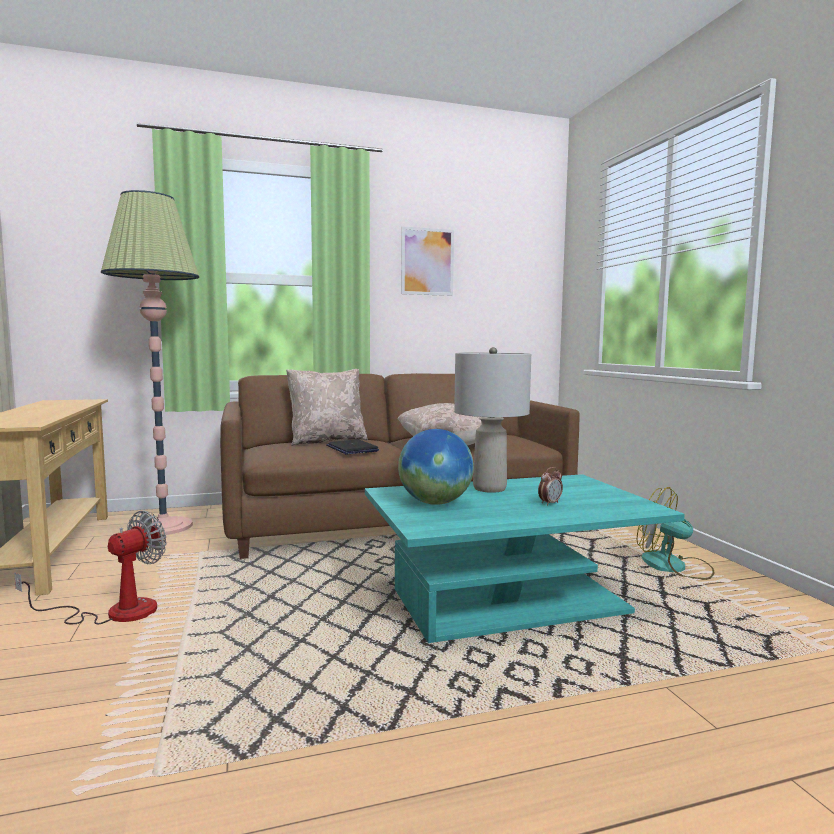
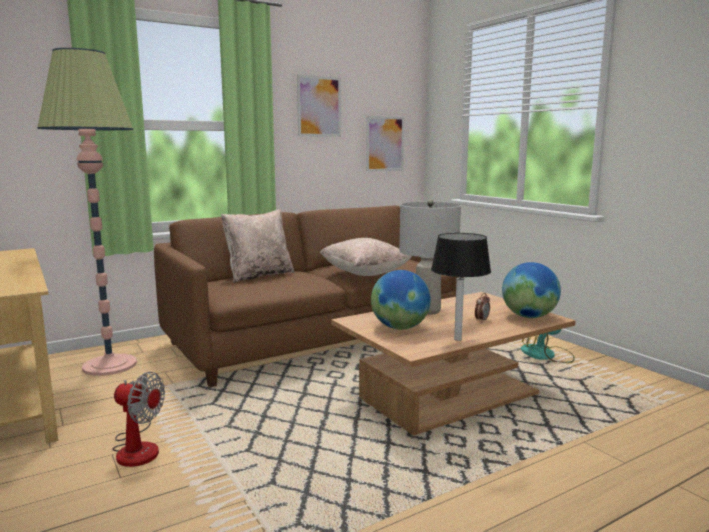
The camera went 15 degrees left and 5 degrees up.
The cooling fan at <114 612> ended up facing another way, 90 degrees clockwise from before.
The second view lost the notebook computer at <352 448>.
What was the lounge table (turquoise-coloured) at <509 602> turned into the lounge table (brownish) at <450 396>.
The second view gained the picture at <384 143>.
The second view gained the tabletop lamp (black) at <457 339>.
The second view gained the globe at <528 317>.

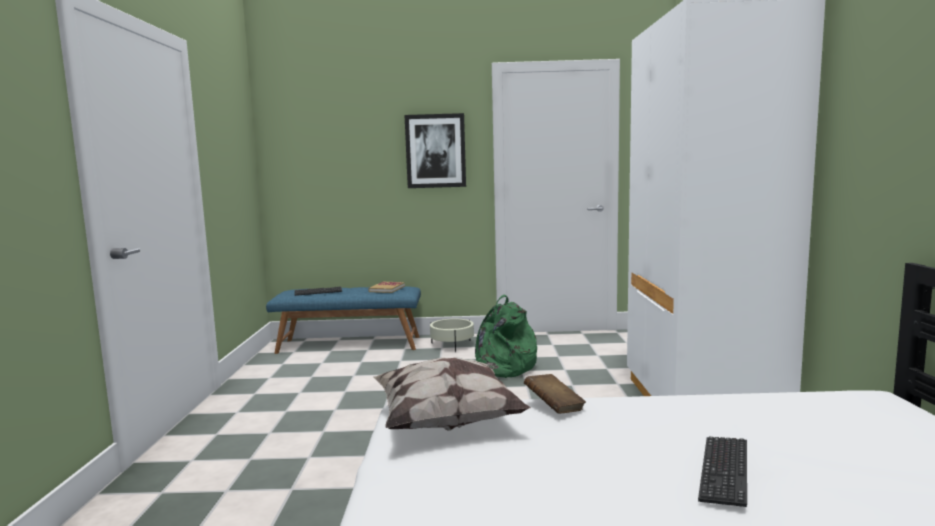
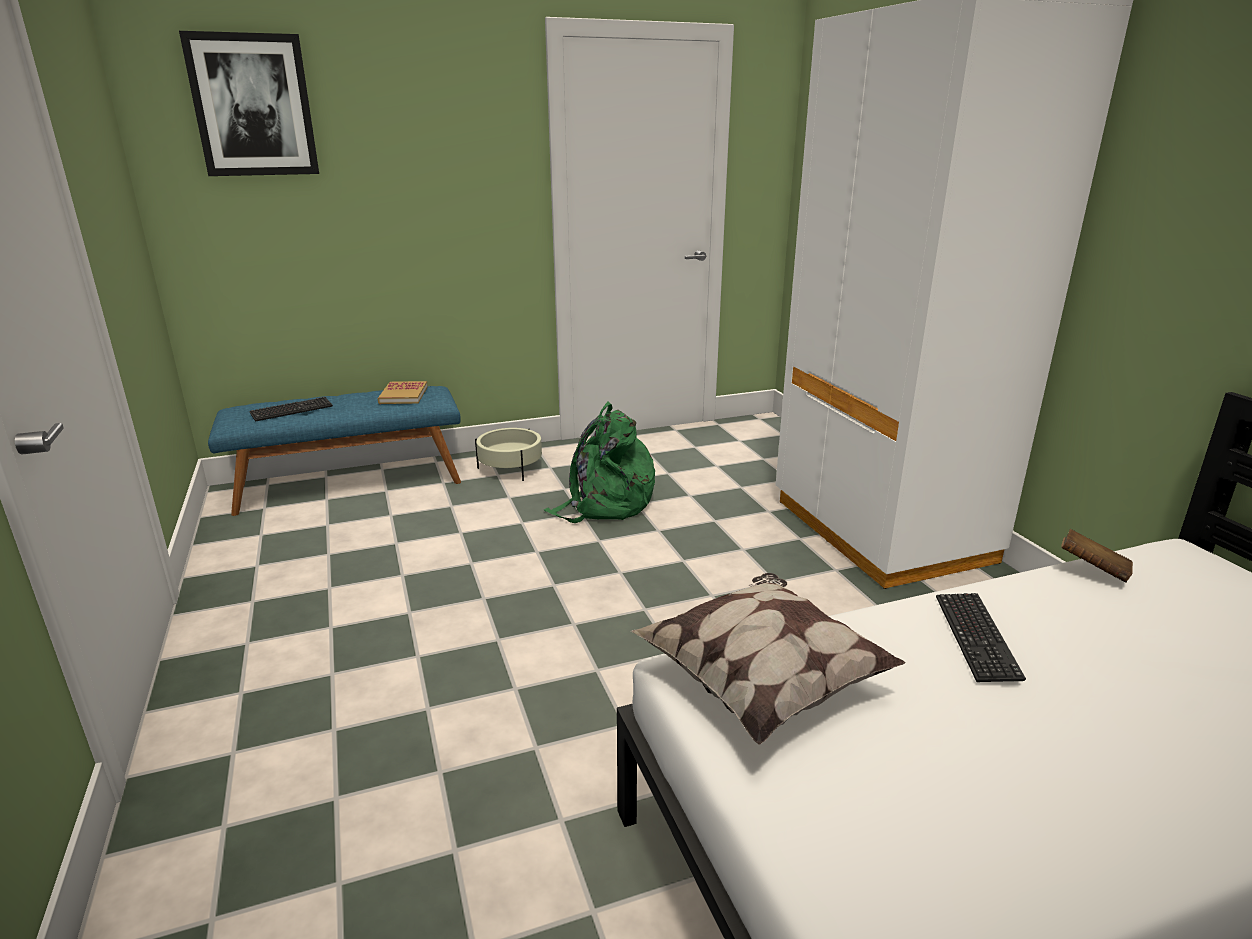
The camera went 20 degrees left and 15 degrees up.
The picture ended up elsewhere, having gone from <435 151> to <253 106>.
The volume (brownish) ended up elsewhere, having gone from <554 407> to <1092 570>.
The PC keyboard ended up elsewhere, having gone from <724 471> to <976 638>.

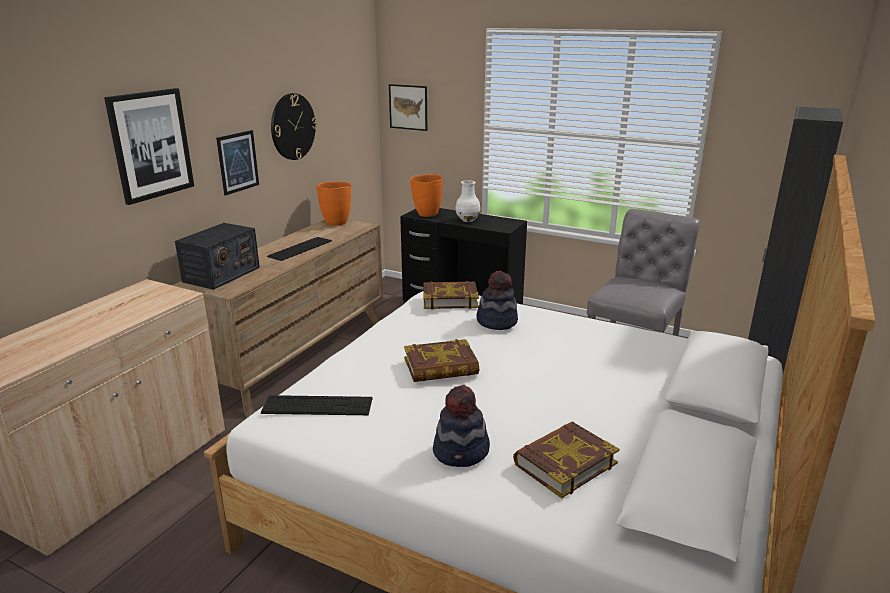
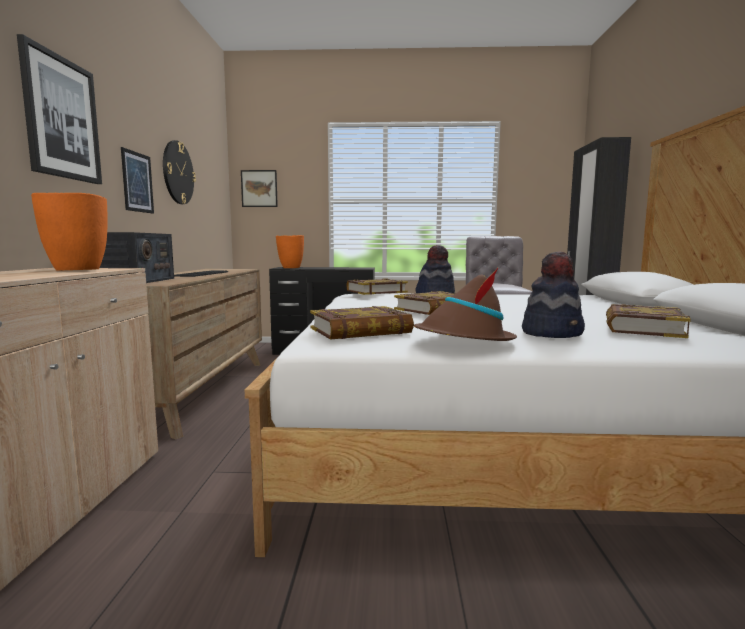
The camera went 25 degrees left and 15 degrees down.
Where the PC keyboard stood at <317 406>, the volume came to stand at <360 331>.
The vase (orangey) ended up elsewhere, having gone from <336 223> to <77 270>.
The second view lost the vase (whitish) at <467 220>.
The second view gained the hat (brownish) at <464 340>.

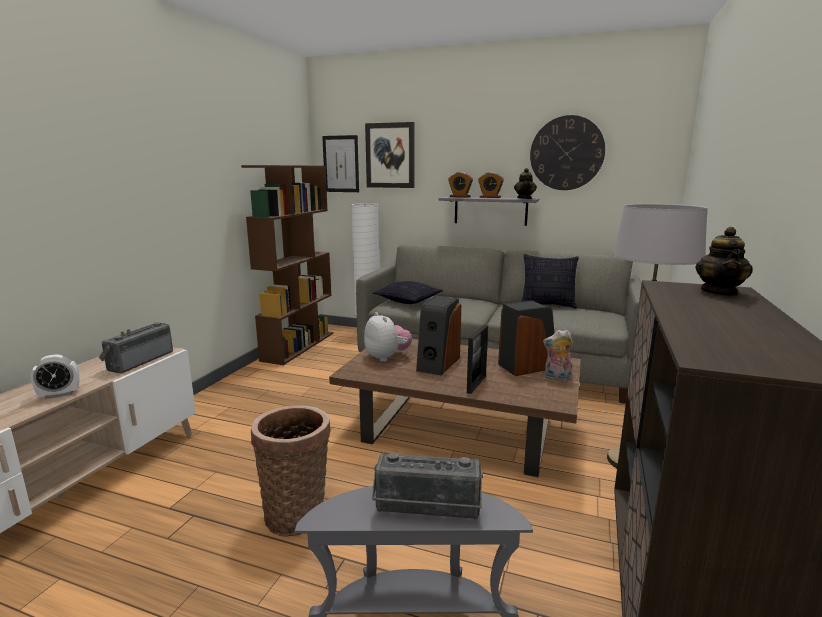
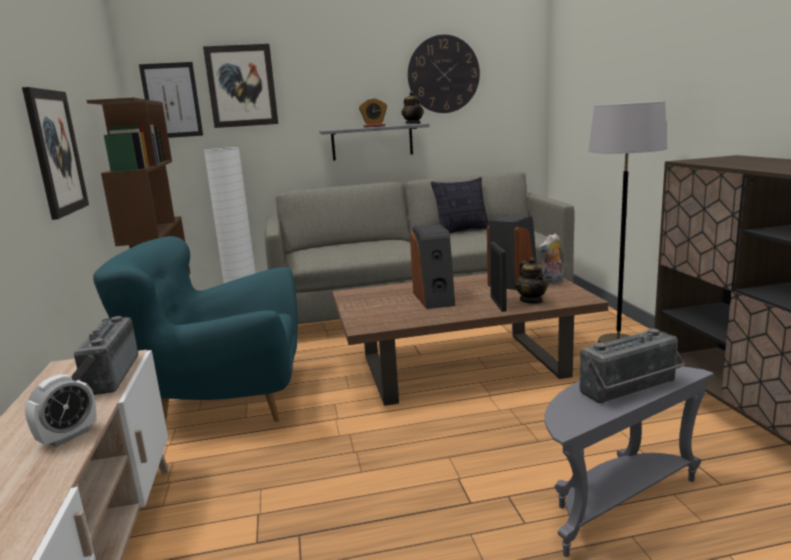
The camera went 30 degrees left and 0 degrees up.
The second view lost the household basket at <297 513>.
The second view lost the soft toy at <387 357>.
The second view lost the cushion at <408 301>.
The second view lost the alarm clock at <460 197>.
The teapot ended up elsewhere, having gone from <719 292> to <531 300>.
The second view gained the picture at <56 152>.
The second view gained the lounge chair (turquoise-coloured) at <224 404>.

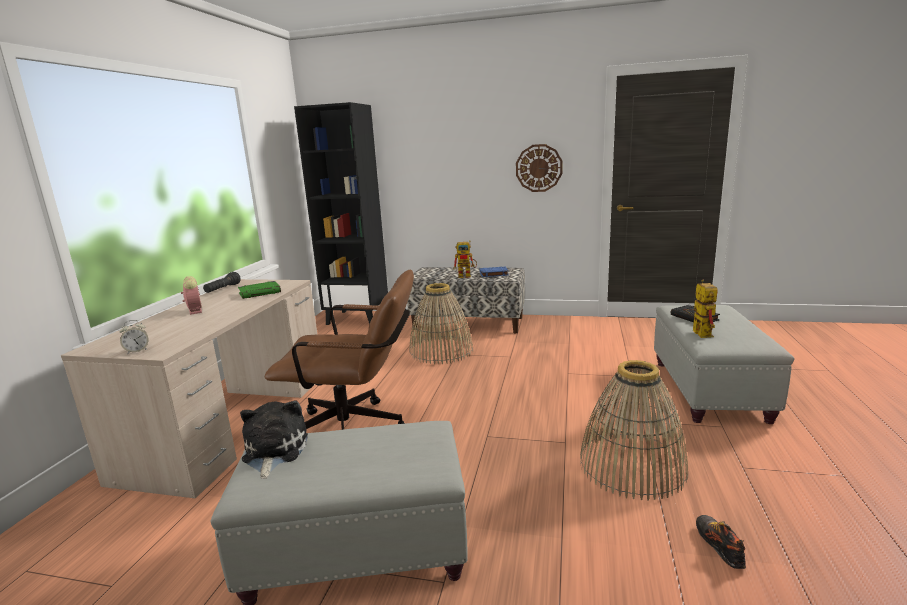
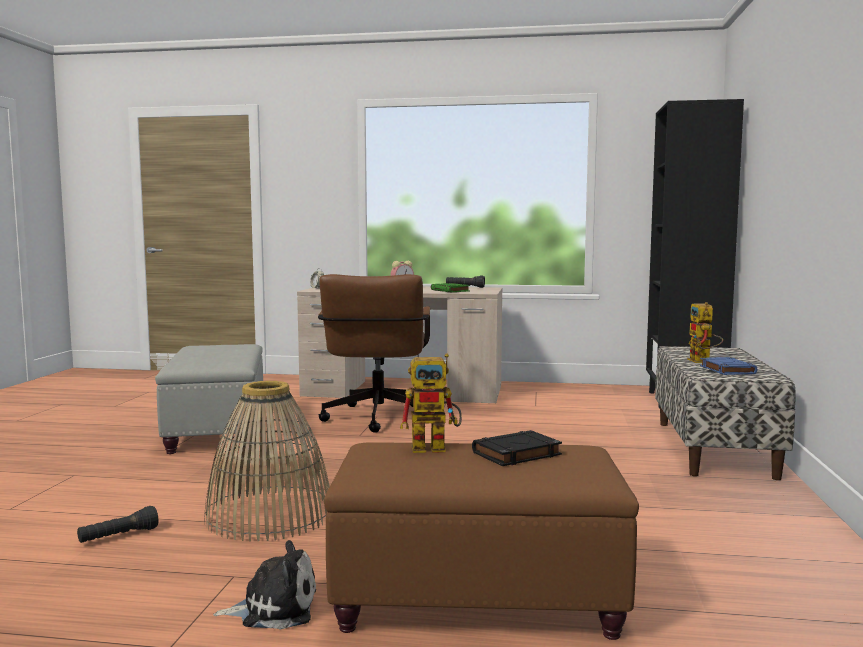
The camera went 85 degrees right and 10 degrees down.
The soft toy ended up elsewhere, having gone from <273 451> to <274 608>.
The second view lost the household basket at <441 351>.
The second view lost the clock on the wall at <539 168>.
What was the footrest (gray) at <708 389> turned into the footrest (brownish) at <479 598>.
Where the item of footwear stood at <720 546>, the flashlight (black) came to stand at <118 536>.

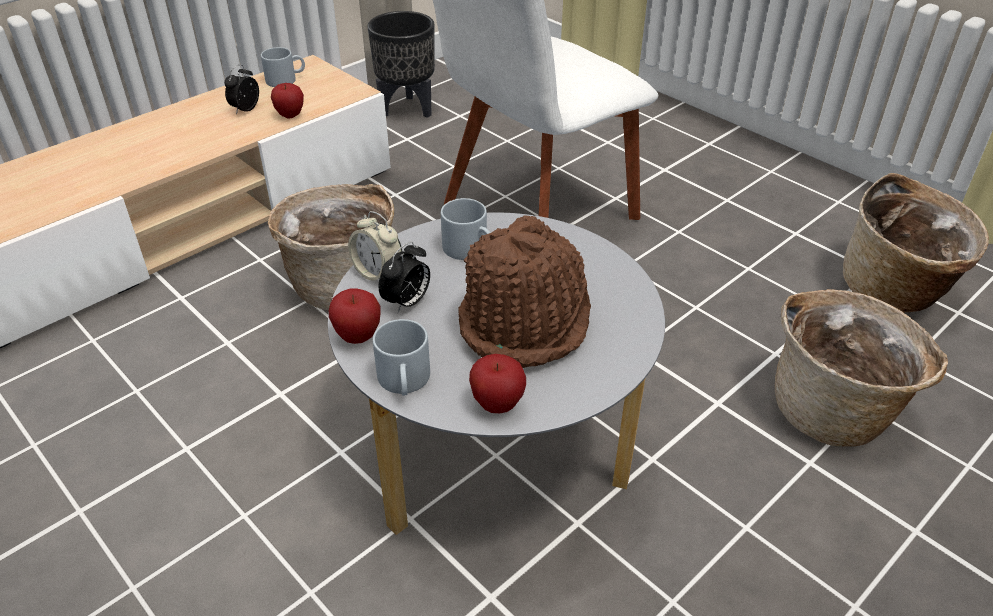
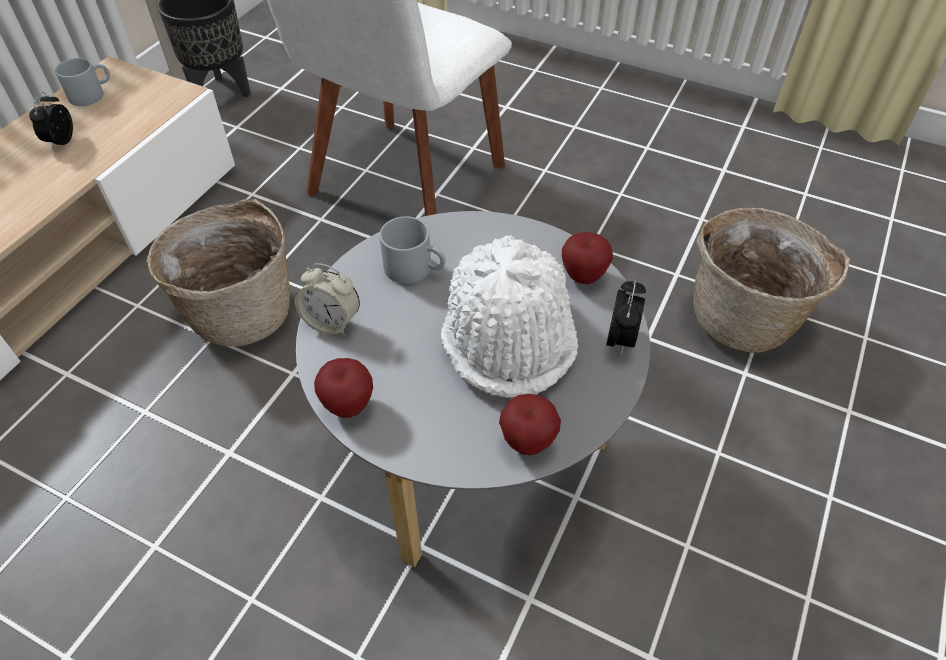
The camera went 20 degrees left and 10 degrees up.
The whole apple ended up elsewhere, having gone from <290 115> to <583 276>.
The second view lost the mug (gray) at <405 382>.
The alarm clock ended up elsewhere, having gone from <407 303> to <621 340>.
What was the hat (brownish) at <526 320> turned into the hat (whitish) at <509 337>.
The second view lost the household basket at <895 291>.

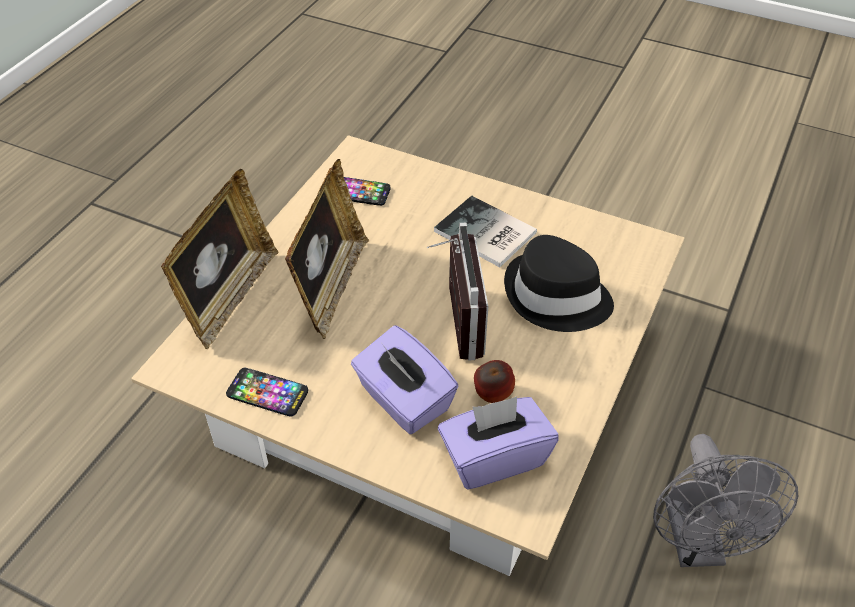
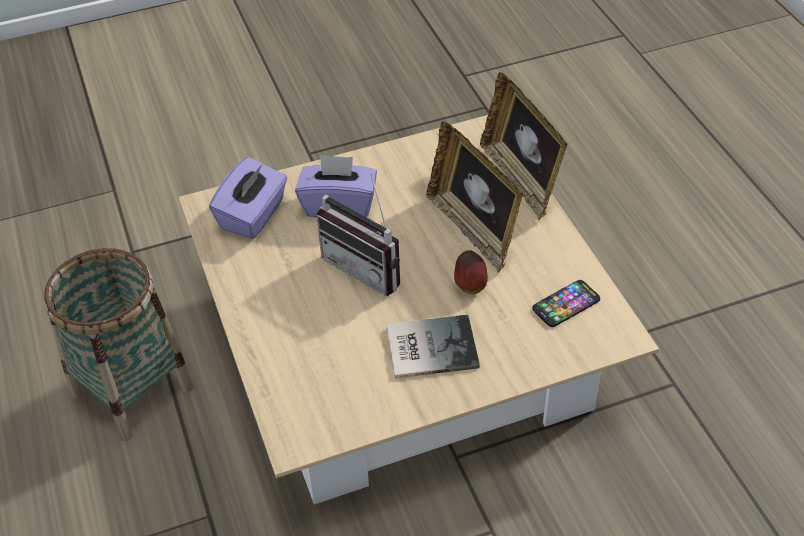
The camera went 135 degrees right and 0 degrees up.
The second view lost the phone at <267 393>.
The whole apple ended up elsewhere, having gone from <492 396> to <470 286>.
The second view lost the hat (black) at <556 297>.
Where the cooling fan (gray) stood at <698 545>, the household basket came to stand at <132 390>.

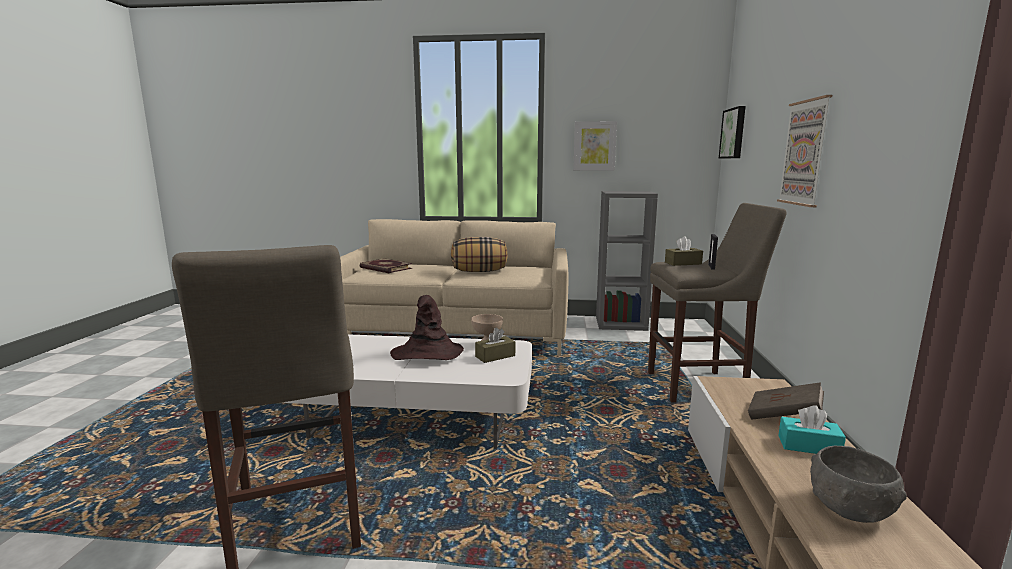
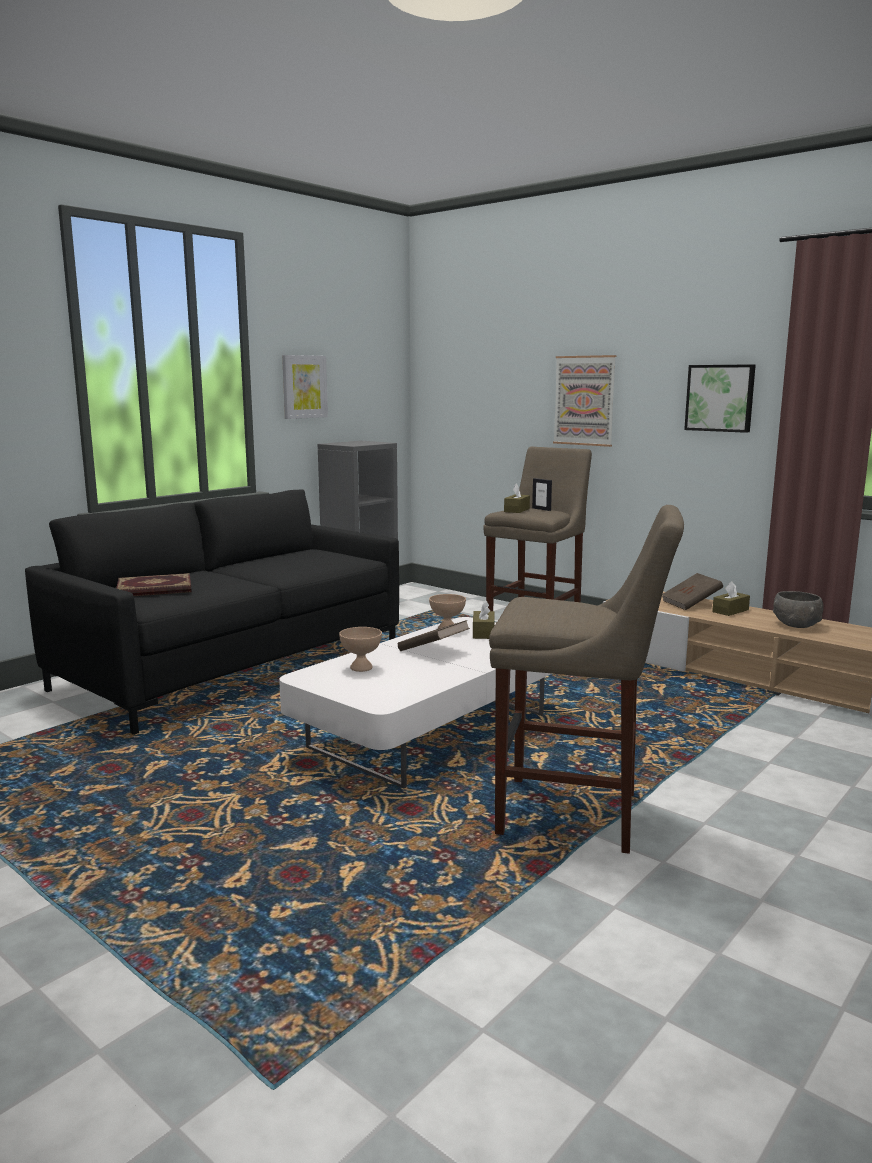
The camera went 55 degrees left and 0 degrees up.
What was the couch (beige) at <456 333> turned into the couch (black) at <234 667>.
Where the hat (brownish) stood at <427 353>, the volume (brownish) came to stand at <433 651>.
The second view lost the cushion at <479 271>.
The picture ended up elsewhere, having gone from <734 133> to <720 398>.
What was the box of tissues (turquoise-coloured) at <809 446> turned into the box of tissues (brownish) at <730 611>.
The second view gained the serving bowl (beige) at <360 667>.

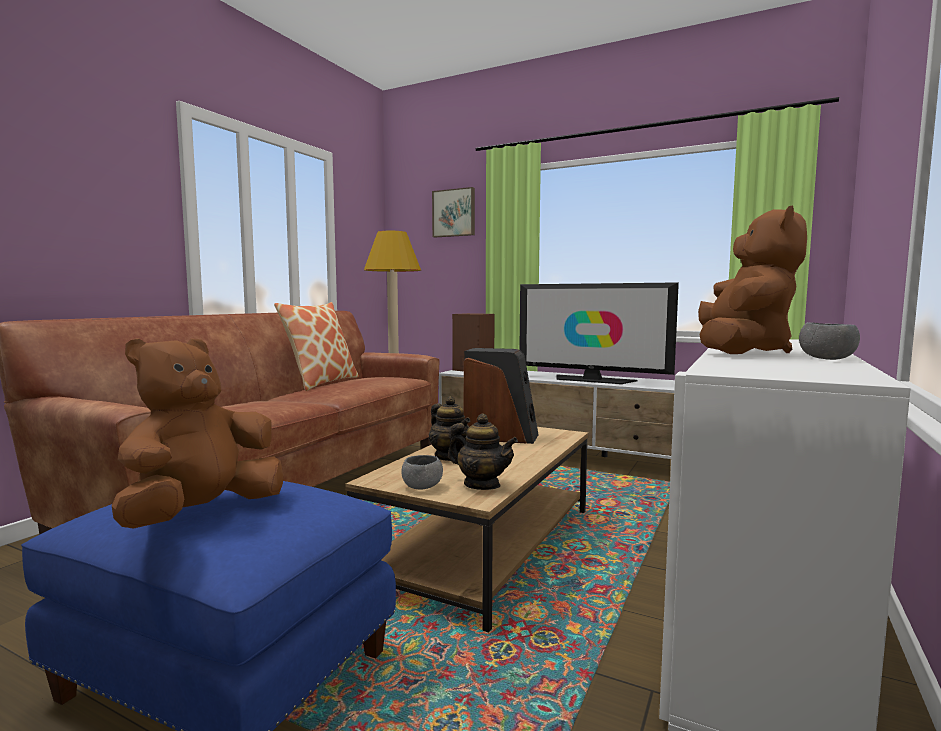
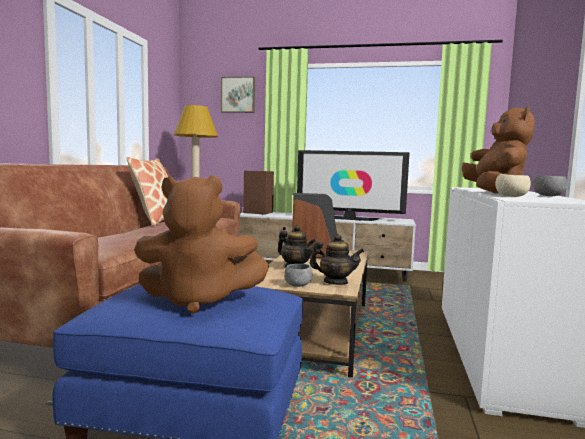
The camera went 15 degrees left and 0 degrees up.
The soft toy (brownish) at <202 514> ended up facing another way, 105 degrees counterclockwise from before.
The second view gained the serving bowl (beige) at <511 196>.

